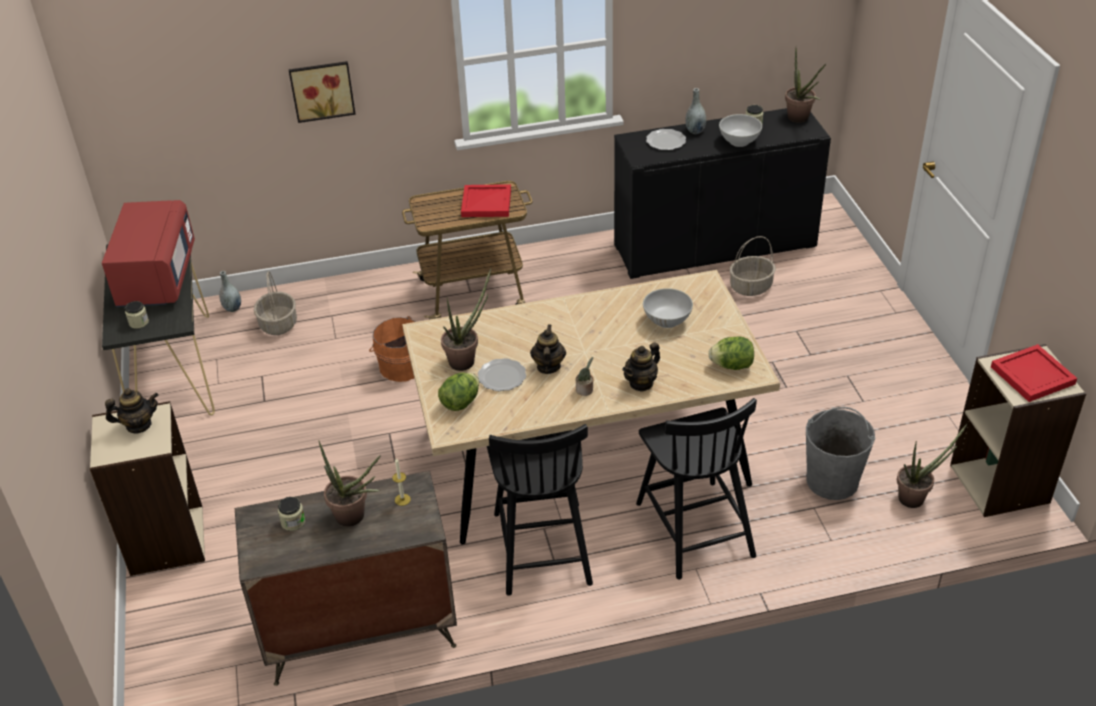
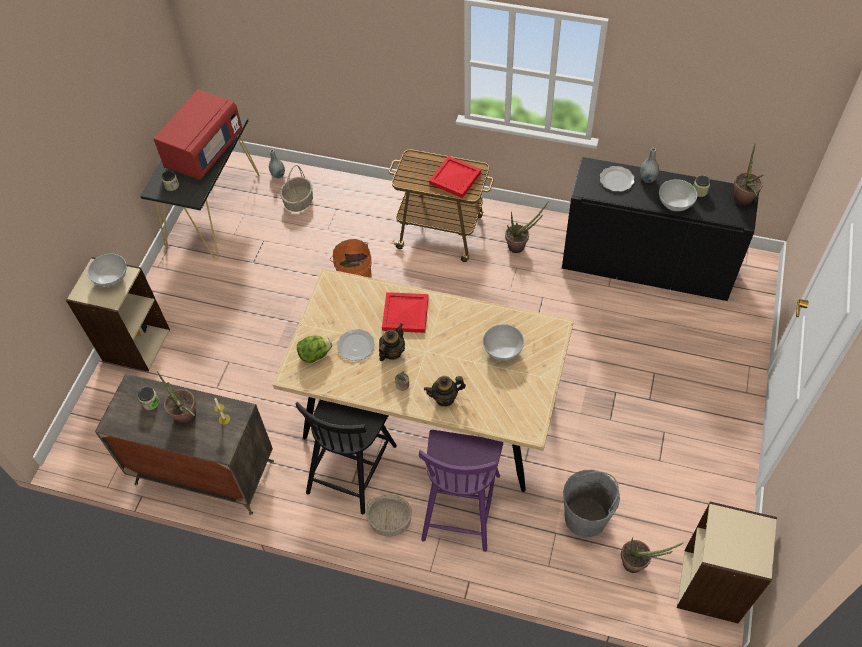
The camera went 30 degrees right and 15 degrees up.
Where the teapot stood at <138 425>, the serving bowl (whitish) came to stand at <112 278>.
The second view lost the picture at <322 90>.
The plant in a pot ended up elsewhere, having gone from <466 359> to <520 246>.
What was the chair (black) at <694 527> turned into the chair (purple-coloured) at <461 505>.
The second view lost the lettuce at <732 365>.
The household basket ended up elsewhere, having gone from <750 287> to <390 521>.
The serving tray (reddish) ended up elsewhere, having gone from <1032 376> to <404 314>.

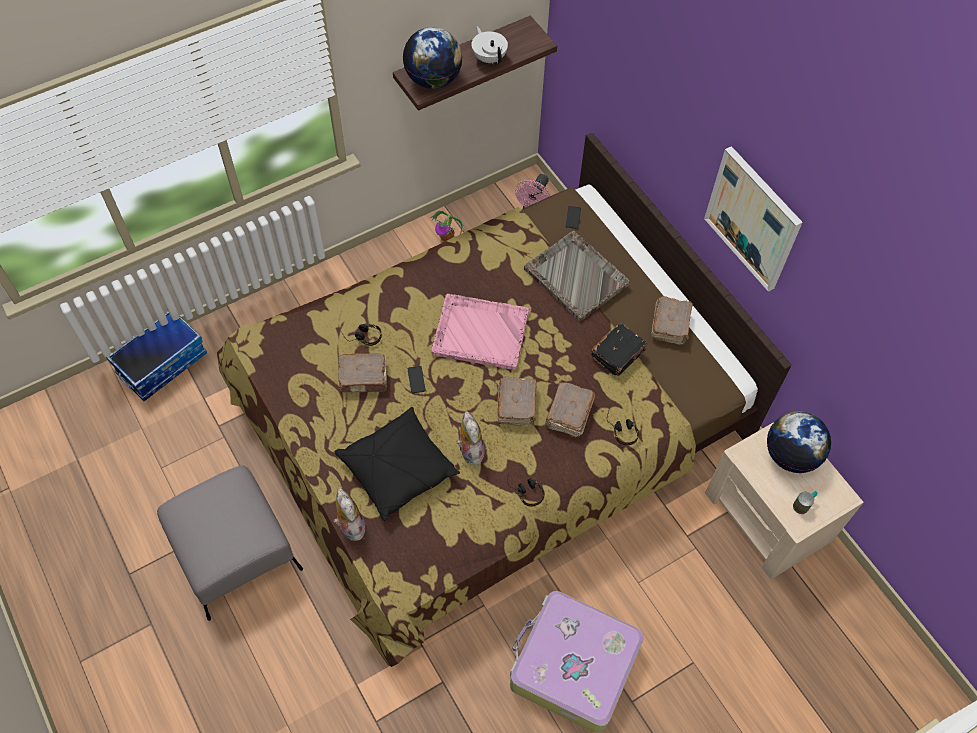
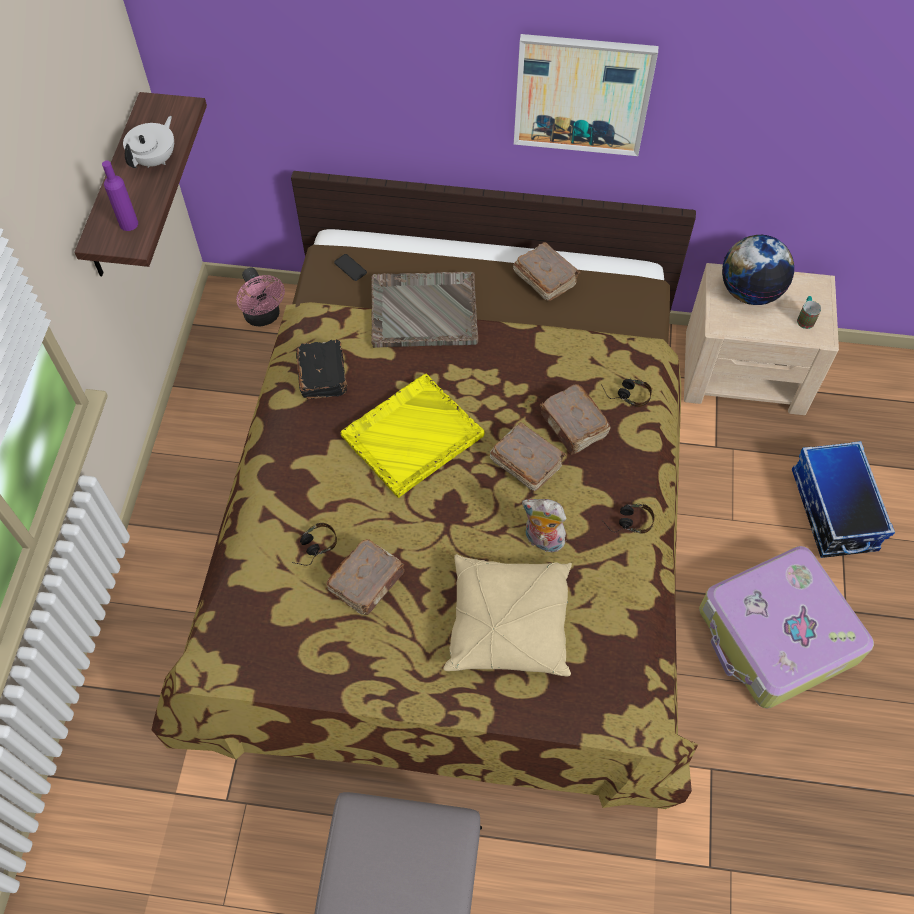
The camera went 50 degrees left and 0 degrees up.
The storage container ended up elsewhere, having gone from <162 363> to <832 510>.
What was the cushion (black) at <398 469> turned into the cushion (beige) at <508 623>.
The second view lost the soft toy at <350 526>.
Where the globe stood at <433 80>, the bottle (purple-coloured) came to stand at <128 224>.
The second view lost the phone at <416 379>.
The second view lost the plant in a pot at <447 237>.
What was the serving tray (pink) at <479 332> turned into the serving tray (yellow) at <411 436>.
The teapot (whitish) at <489 58> ended up facing another way, 105 degrees clockwise from before.
The volume (black) ended up elsewhere, having gone from <618 354> to <323 375>.

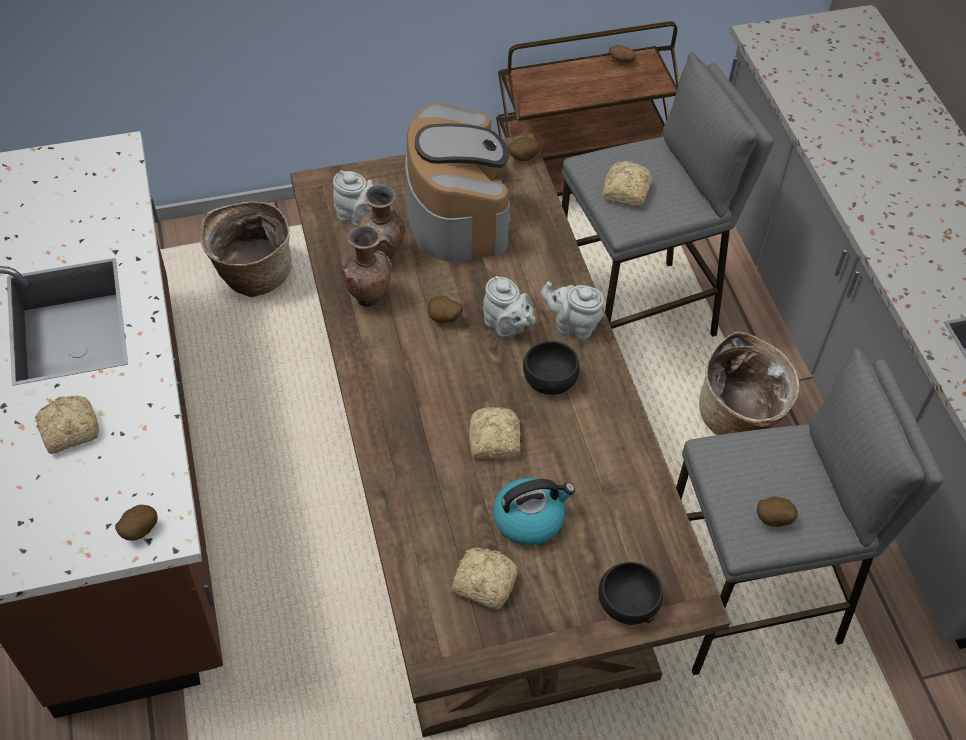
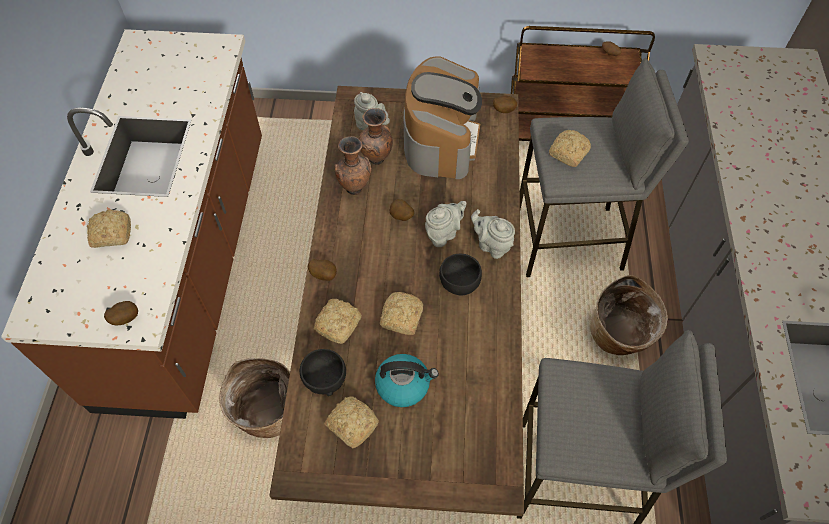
The camera went 20 degrees right and 5 degrees up.
The household basket ended up elsewhere, having gone from <252 275> to <266 412>.
The teapot (gray) at <506 326> ended up facing another way, 105 degrees counterclockwise from before.
The serving bowl (black) ended up elsewhere, having gone from <627 604> to <324 378>.
The spud ended up elsewhere, having gone from <772 518> to <324 274>.
The second view gained the baked bread at <339 323>.

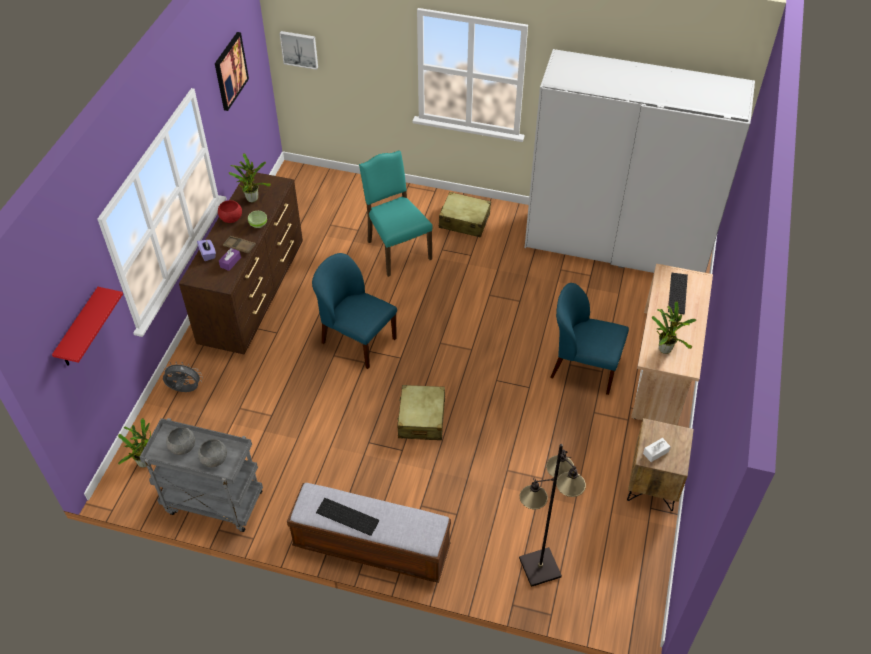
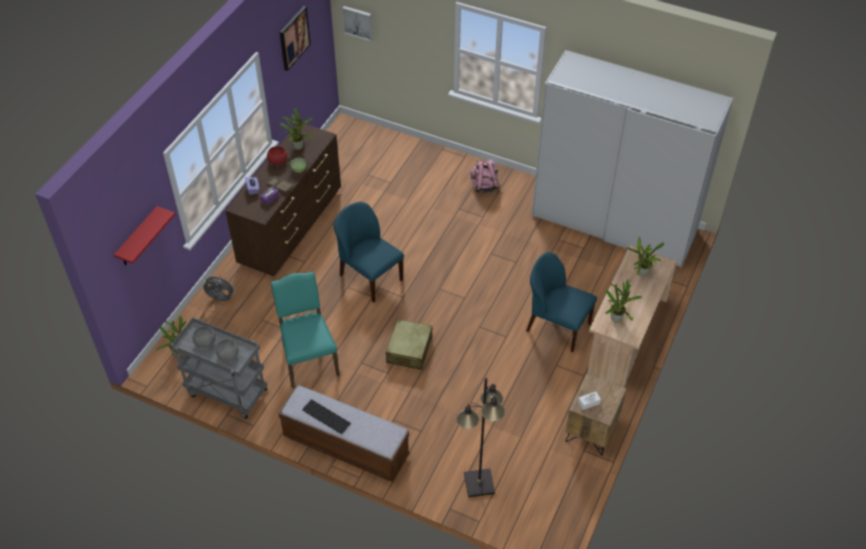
The camera went 10 degrees right and 0 degrees up.
The chair (turquoise-coloured) ended up elsewhere, having gone from <397 249> to <308 359>.
Where the piece of luggage (beige) stood at <464 221>, the knapsack (pink) came to stand at <484 186>.
Where the PC keyboard stood at <678 294>, the plant in a pot came to stand at <641 273>.

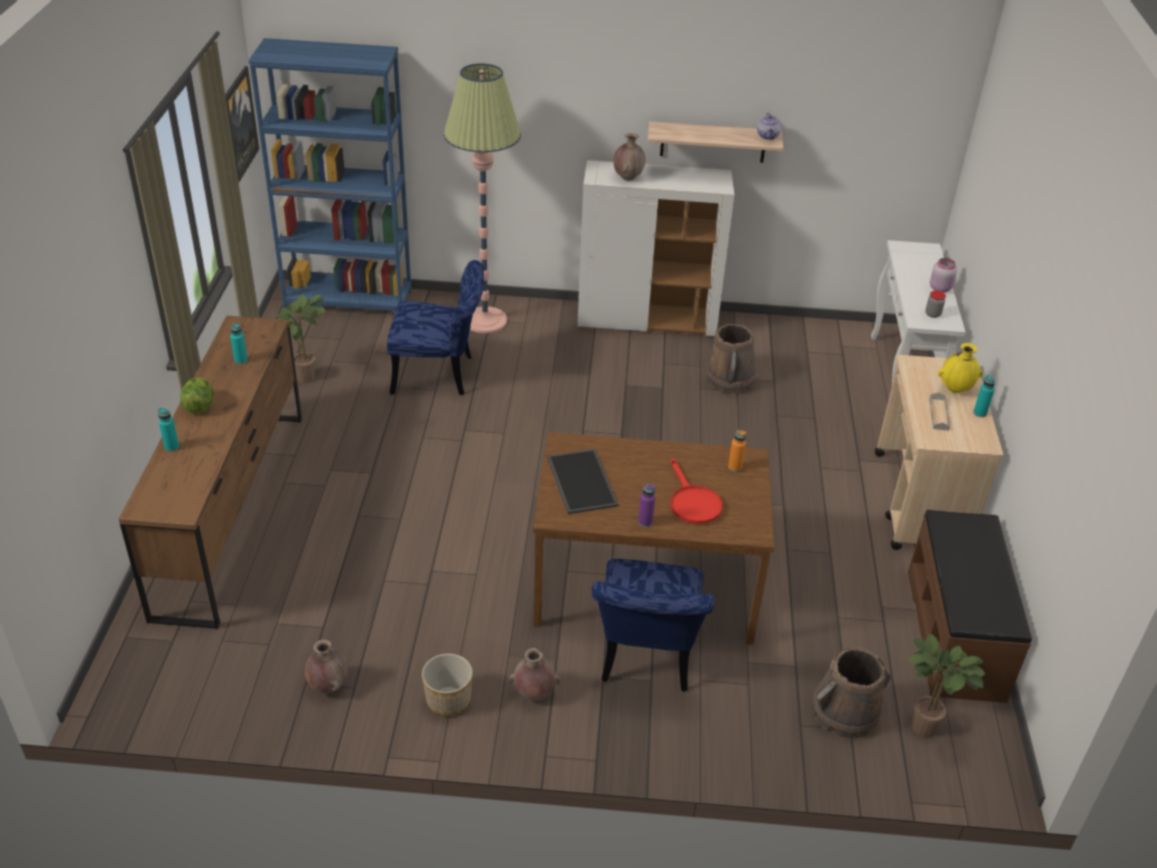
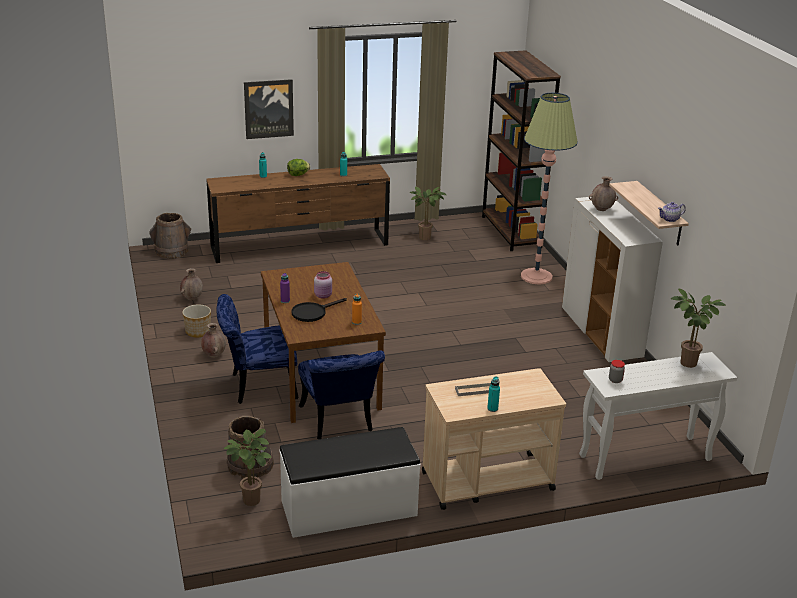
The camera went 70 degrees right and 10 degrees down.
The picture ended up elsewhere, having gone from <239 124> to <268 108>.
What was the bookcase (blue) at <348 300> turned into the bookcase (brownish) at <511 232>.
The chair (blue) ended up elsewhere, having gone from <440 375> to <338 422>.
The second view lost the serving tray at <580 481>.
What was the pan (reddish) at <692 502> turned into the pan (black) at <312 312>.
The water bucket (brownish) ended up elsewhere, having gone from <731 379> to <172 251>.
What was the long seat (brownish) at <956 634> turned into the long seat (whitish) at <349 509>.
The jar (pink) ended up elsewhere, having gone from <940 288> to <323 295>.
The second view lost the vase (yellow) at <955 389>.
The second view gained the plant in a pot at <686 364>.

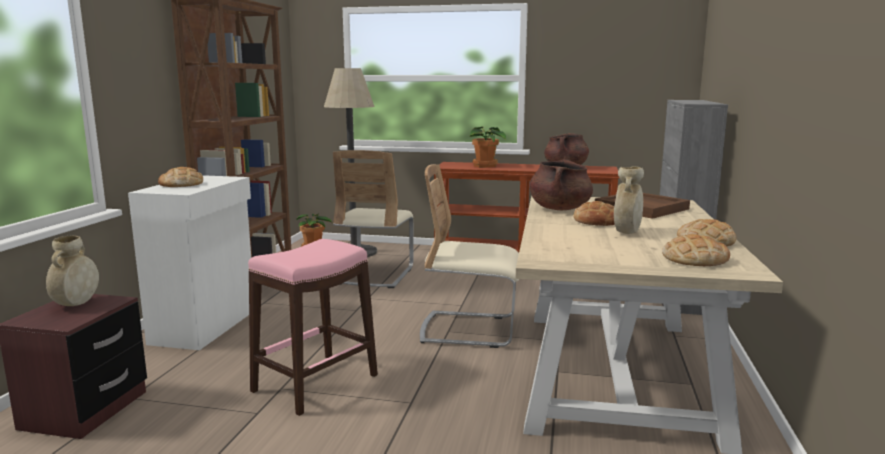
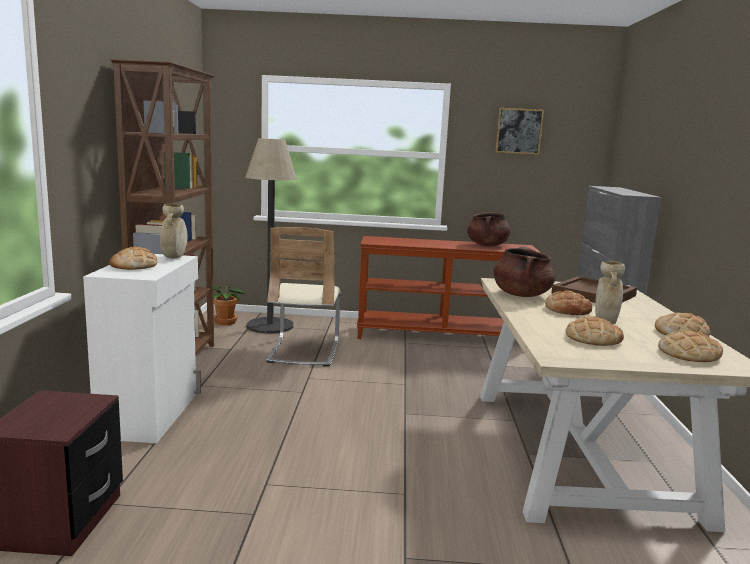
The camera went 10 degrees left and 0 degrees up.
The vase (beige) ended up elsewhere, having gone from <76 304> to <174 258>.
The second view lost the sitting stool (pink) at <314 383>.
The second view lost the chair (beige) at <469 330>.
The second view lost the plant in a pot at <485 166>.
The second view gained the picture at <519 131>.
The second view gained the baked bread at <592 338>.

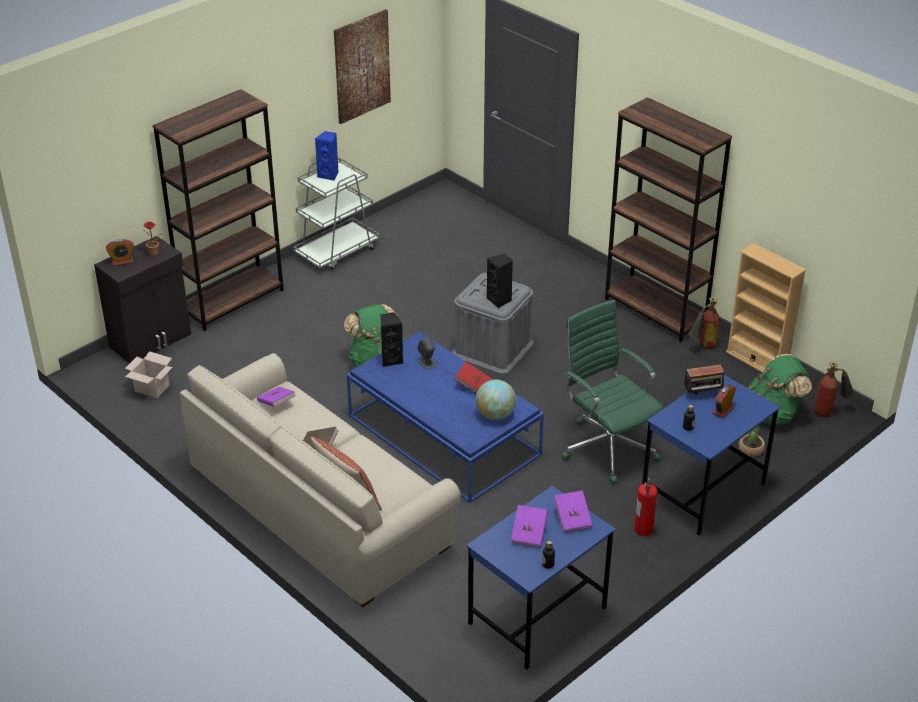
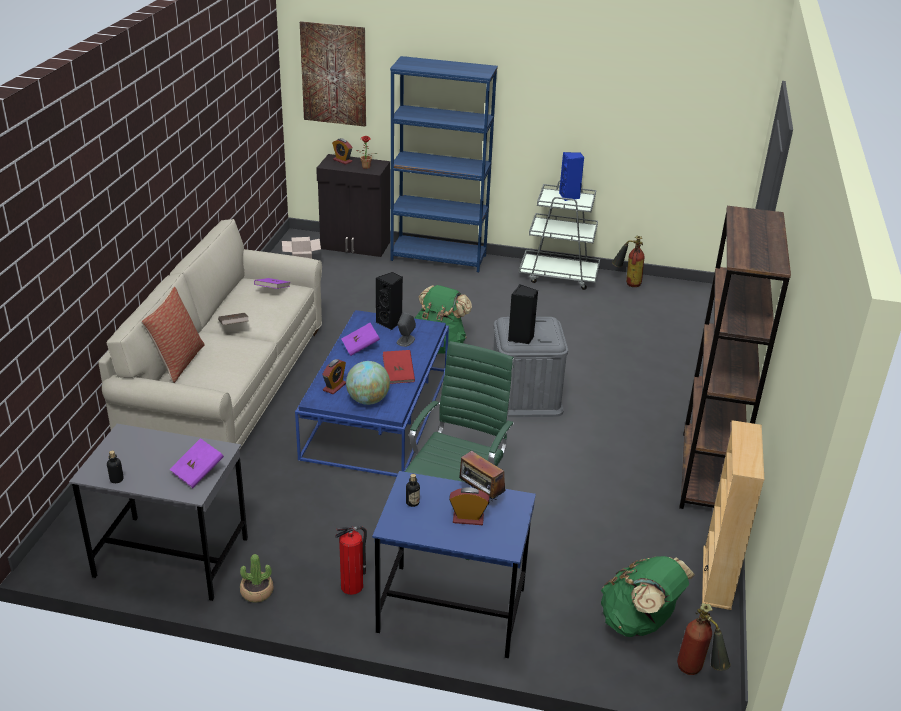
The camera went 55 degrees right and 5 degrees down.
What was the bookcase (brownish) at <232 301> turned into the bookcase (blue) at <438 258>.
The picture ended up elsewhere, having gone from <361 66> to <334 74>.
What was the desk (blue) at <537 616> turned into the desk (gray) at <171 558>.
The volume (purple-coloured) ended up elsewhere, having gone from <529 533> to <360 347>.
The fire-fighting cylinder ended up elsewhere, having gone from <702 347> to <627 283>.
The plant in a pot ended up elsewhere, having gone from <751 449> to <257 592>.
The second view gained the alarm clock at <334 387>.

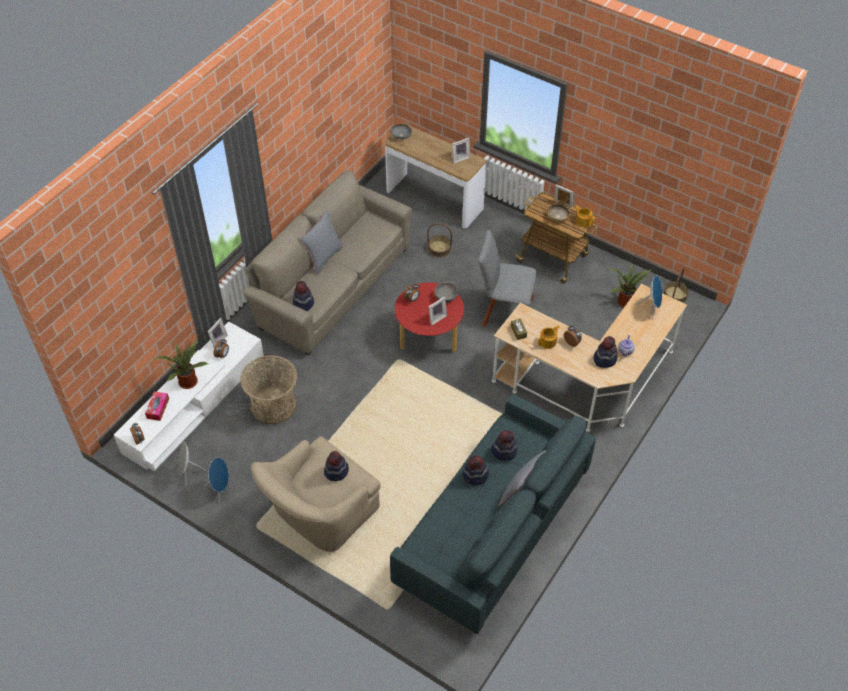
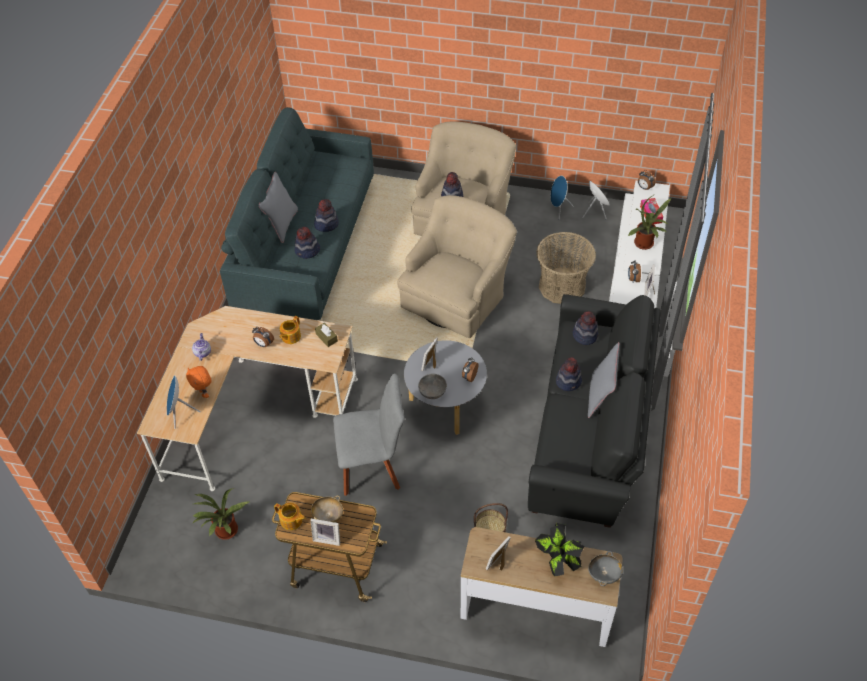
The camera went 160 degrees right and 0 degrees up.
What was the couch (beige) at <331 286> turned into the couch (black) at <590 430>.
What was the lounge table (reddish) at <429 337> turned into the lounge table (gray) at <445 405>.
The hat ended up elsewhere, having gone from <604 359> to <569 381>.
The second view lost the household basket at <674 295>.
The second view gained the soft toy (orangey) at <204 393>.
The second view gained the lounge chair (beige) at <457 295>.
The second view gained the plant in a pot at <558 560>.

